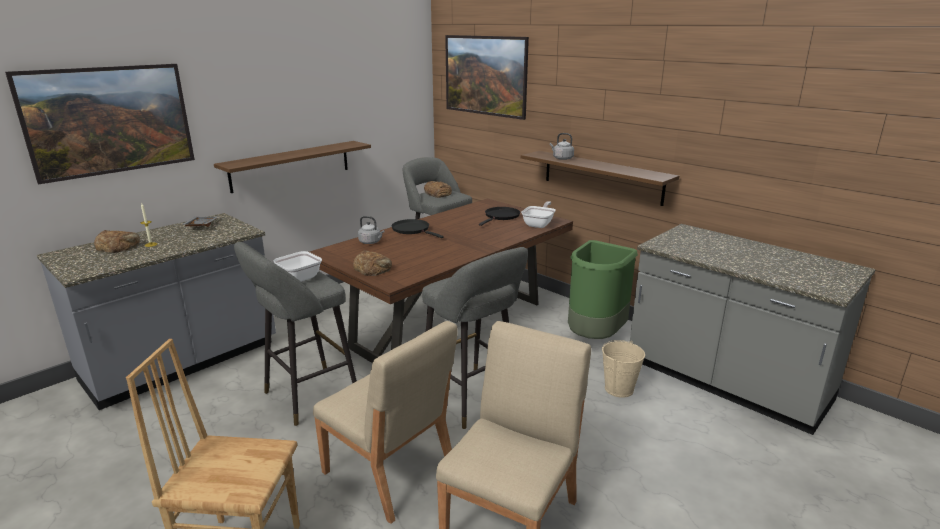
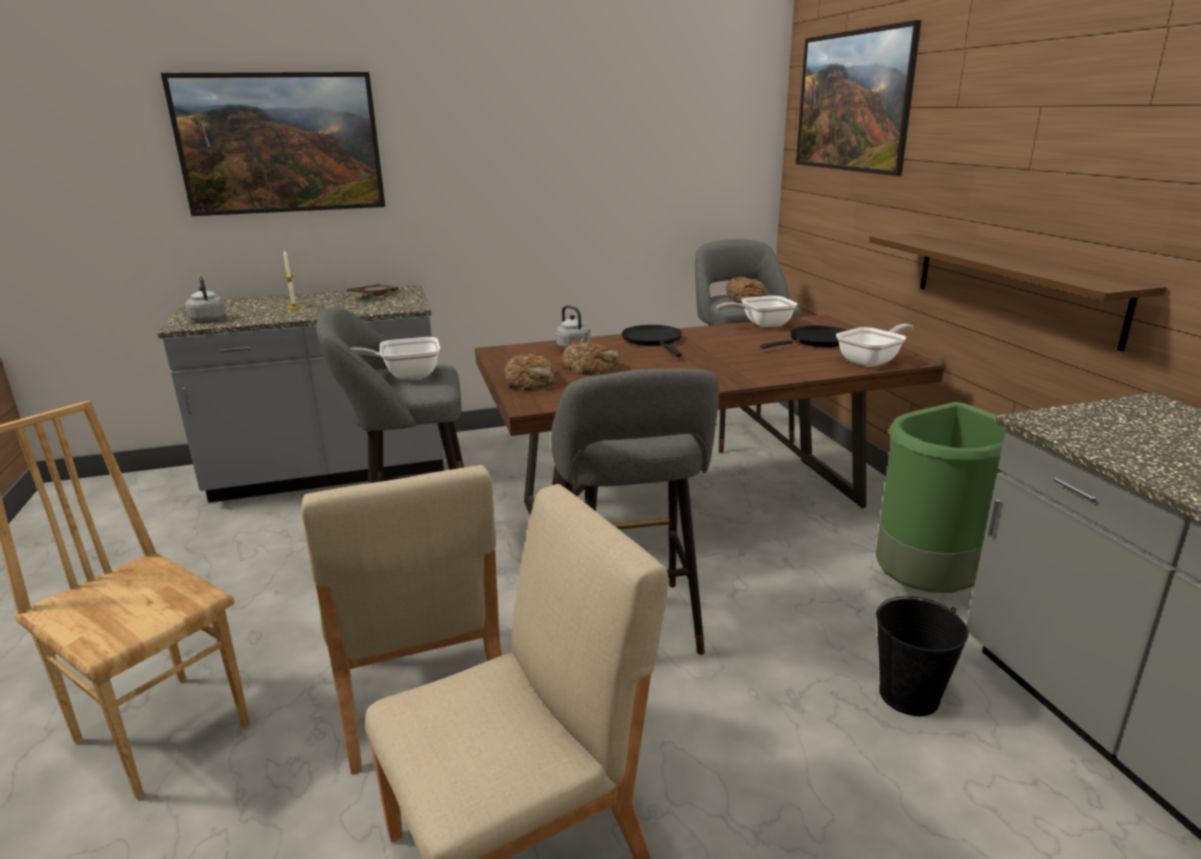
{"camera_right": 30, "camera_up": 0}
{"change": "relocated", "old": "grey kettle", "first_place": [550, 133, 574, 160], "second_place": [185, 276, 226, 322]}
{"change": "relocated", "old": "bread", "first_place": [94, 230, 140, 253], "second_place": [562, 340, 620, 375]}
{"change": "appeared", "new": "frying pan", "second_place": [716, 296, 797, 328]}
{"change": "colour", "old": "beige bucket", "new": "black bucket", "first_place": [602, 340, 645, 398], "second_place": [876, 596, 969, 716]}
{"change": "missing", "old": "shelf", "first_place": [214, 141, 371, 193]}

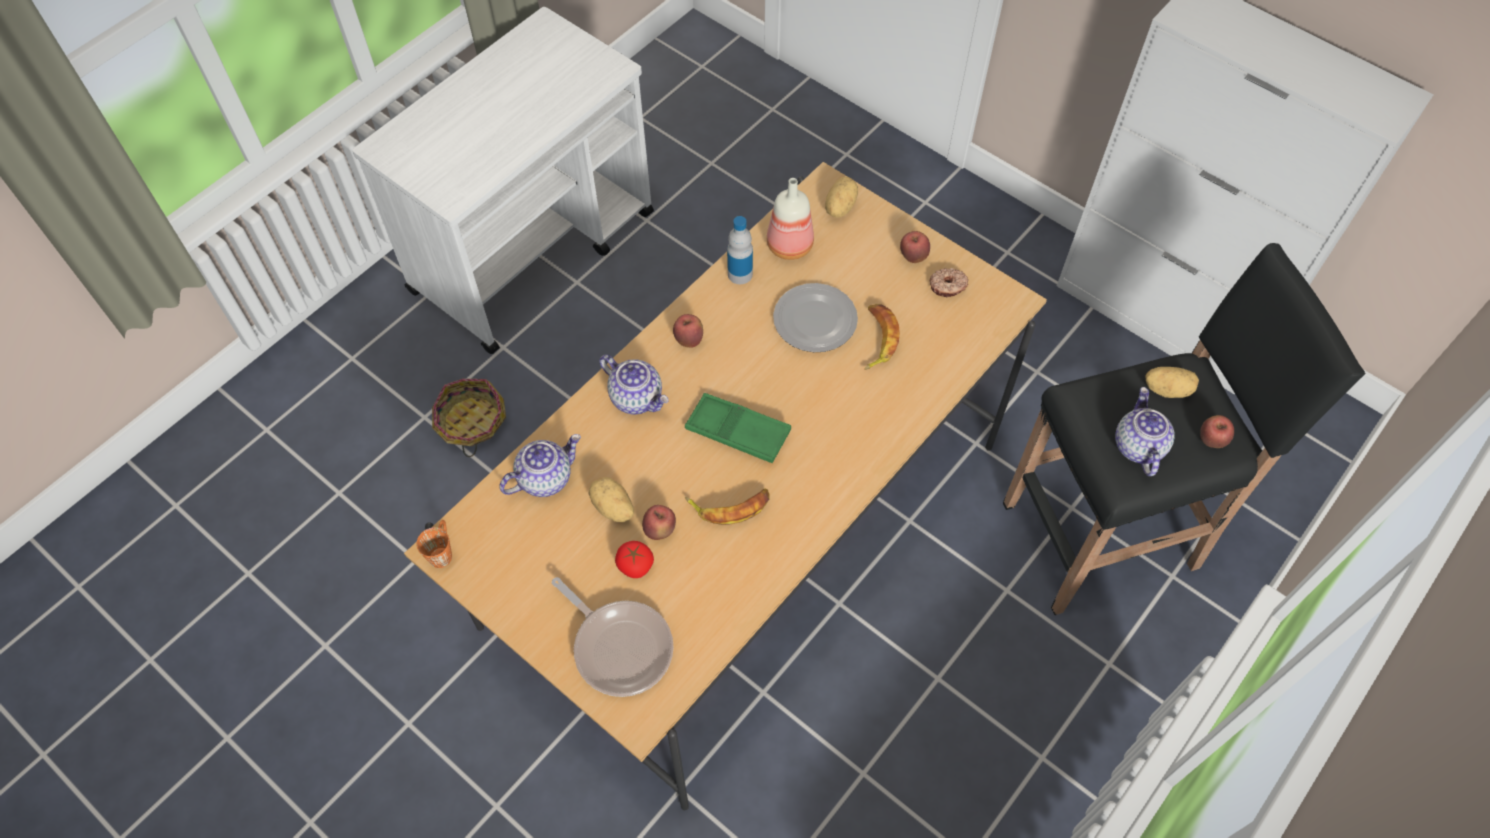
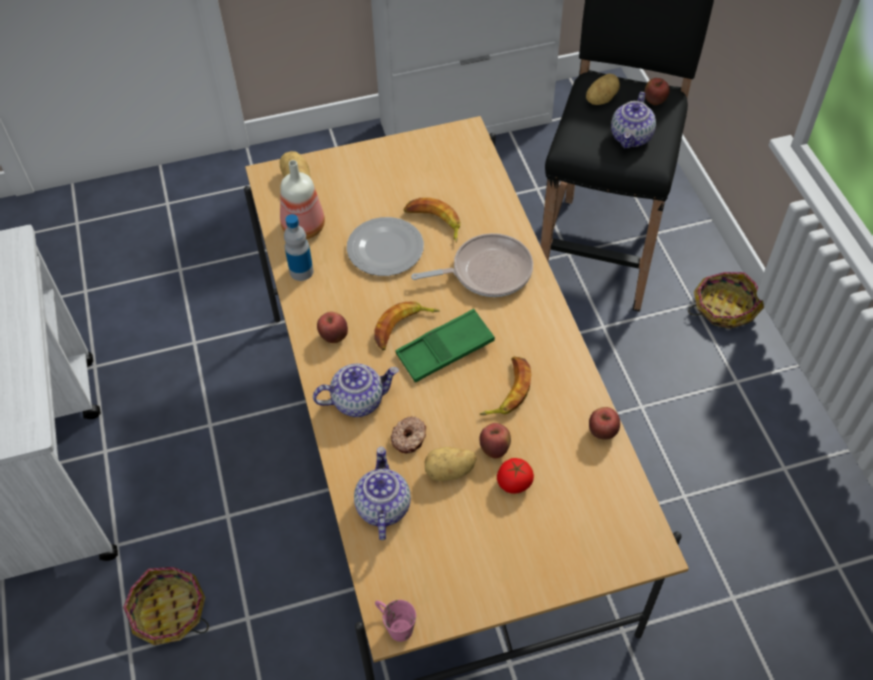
{"camera_right": -55, "camera_up": -5}
{"change": "appeared", "new": "banana", "second_place": [375, 301, 440, 350]}
{"change": "colour", "old": "orange mug", "new": "pink mug", "first_place": [416, 520, 452, 568], "second_place": [375, 600, 416, 642]}
{"change": "relocated", "old": "donut", "first_place": [930, 268, 968, 298], "second_place": [391, 416, 426, 453]}
{"change": "relocated", "old": "frying pan", "first_place": [552, 577, 674, 697], "second_place": [411, 233, 533, 297]}
{"change": "relocated", "old": "apple", "first_place": [900, 231, 930, 263], "second_place": [589, 407, 620, 440]}
{"change": "spun", "old": "teapot", "first_place": [1115, 387, 1175, 476], "second_place": [611, 92, 656, 148], "degrees": -105}
{"change": "appeared", "new": "basket", "second_place": [688, 272, 764, 329]}

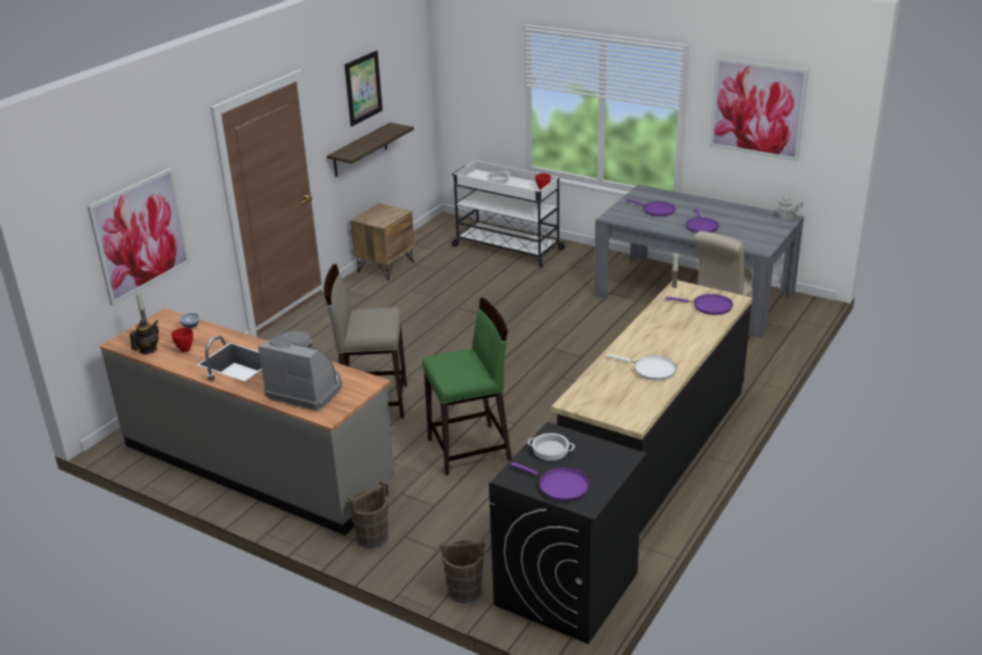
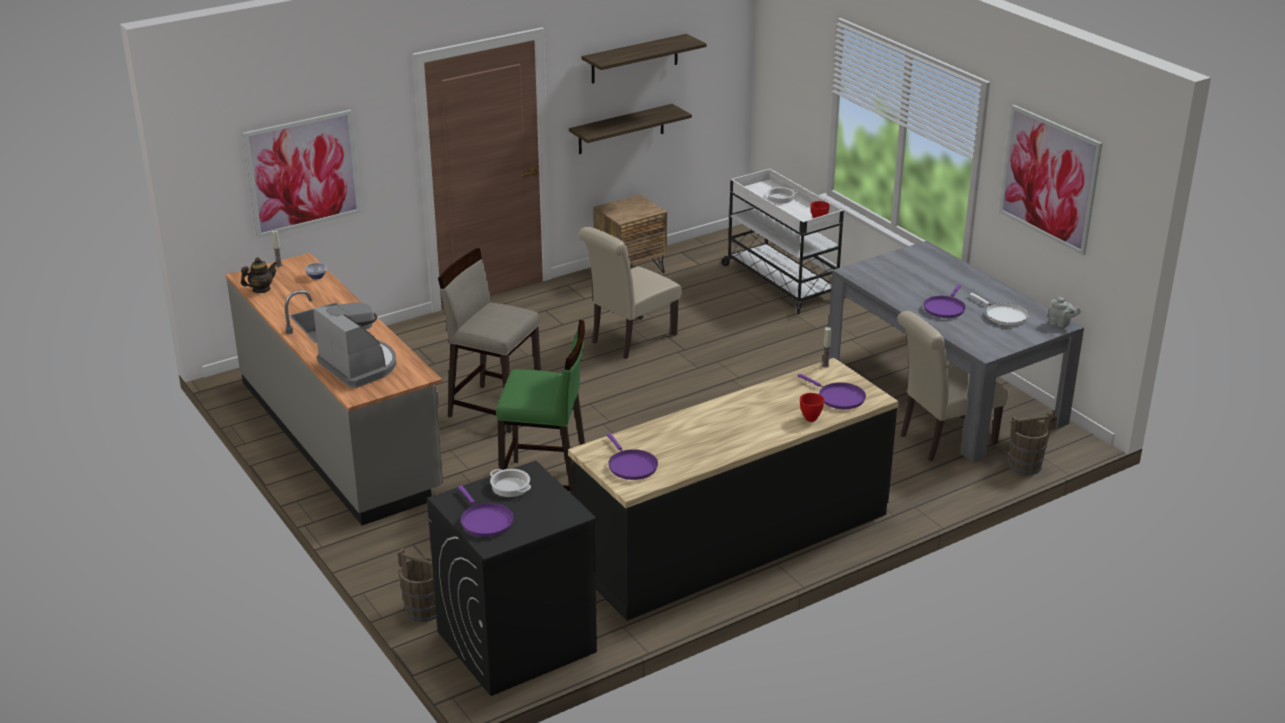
{"camera_right": 25, "camera_up": 0}
{"change": "appeared", "new": "beige chair", "second_place": [578, 227, 682, 359]}
{"change": "exchanged", "old": "picture", "new": "shelf", "first_place": [344, 50, 383, 126], "second_place": [582, 34, 707, 84]}
{"change": "relocated", "old": "purple frying pan", "first_place": [625, 199, 676, 217], "second_place": [607, 433, 658, 480]}
{"change": "relocated", "old": "red bowl", "first_place": [171, 327, 193, 352], "second_place": [800, 393, 825, 422]}
{"change": "relocated", "old": "white frying pan", "first_place": [607, 354, 677, 380], "second_place": [970, 293, 1029, 325]}
{"change": "relocated", "old": "brown bucket", "first_place": [348, 480, 388, 548], "second_place": [1009, 411, 1052, 475]}

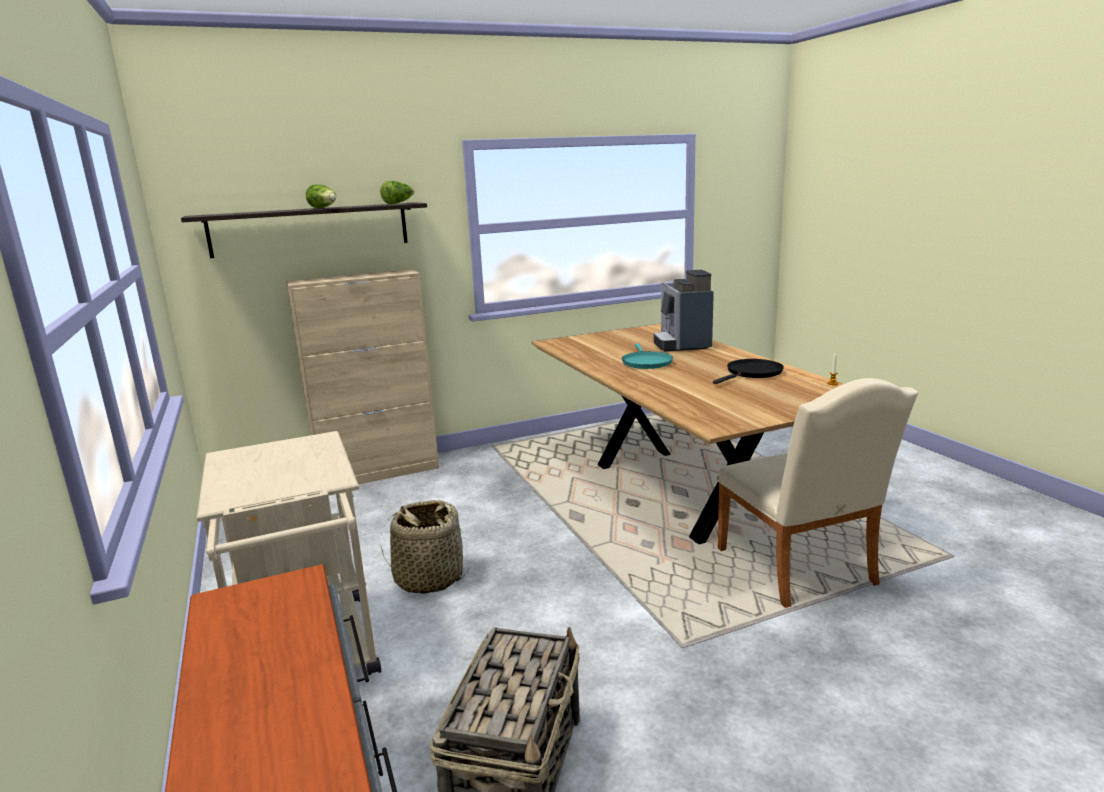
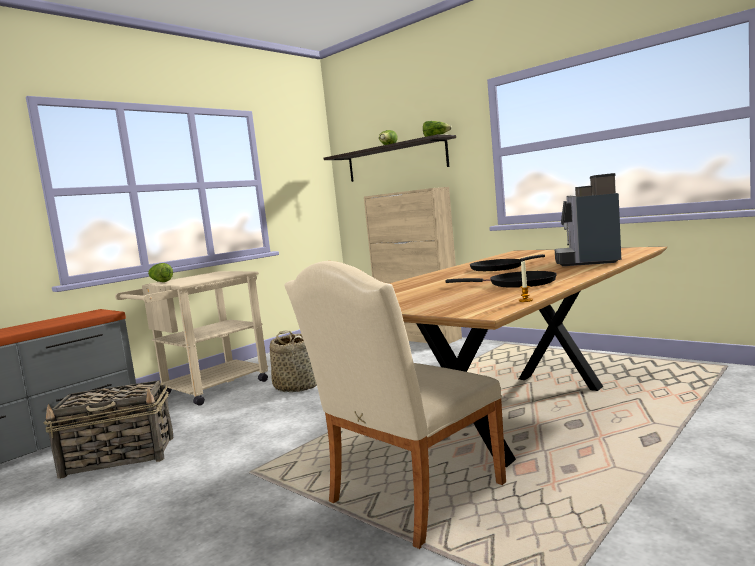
{"camera_right": 65, "camera_up": -10}
{"change": "appeared", "new": "lettuce", "second_place": [148, 263, 173, 282]}
{"change": "colour", "old": "turquoise frying pan", "new": "black frying pan", "first_place": [622, 343, 673, 369], "second_place": [470, 254, 545, 271]}
{"change": "spun", "old": "coffee machine", "first_place": [654, 270, 714, 352], "second_place": [555, 173, 621, 266], "degrees": -45}

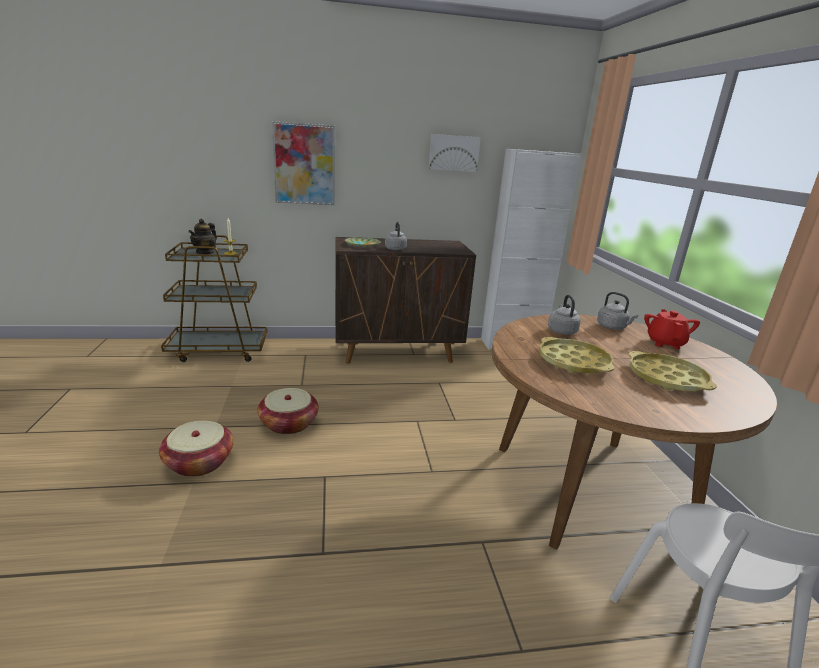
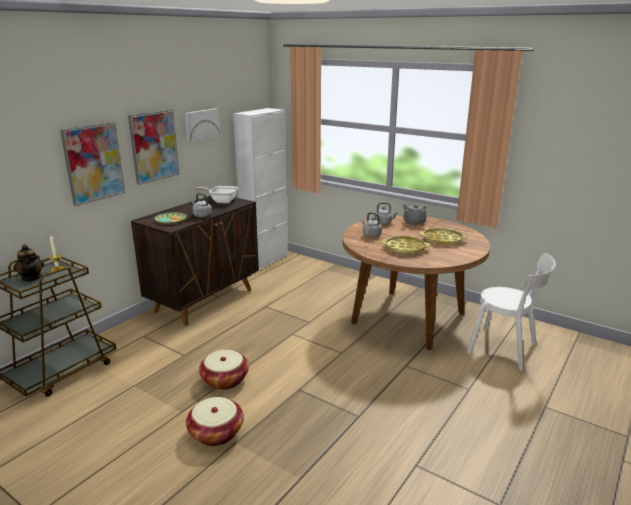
{"camera_right": -45, "camera_up": 0}
{"change": "appeared", "new": "picture", "second_place": [128, 109, 180, 185]}
{"change": "appeared", "new": "frying pan", "second_place": [194, 186, 238, 203]}
{"change": "colour", "old": "red teapot", "new": "grey teapot", "first_place": [644, 309, 700, 349], "second_place": [403, 204, 427, 226]}

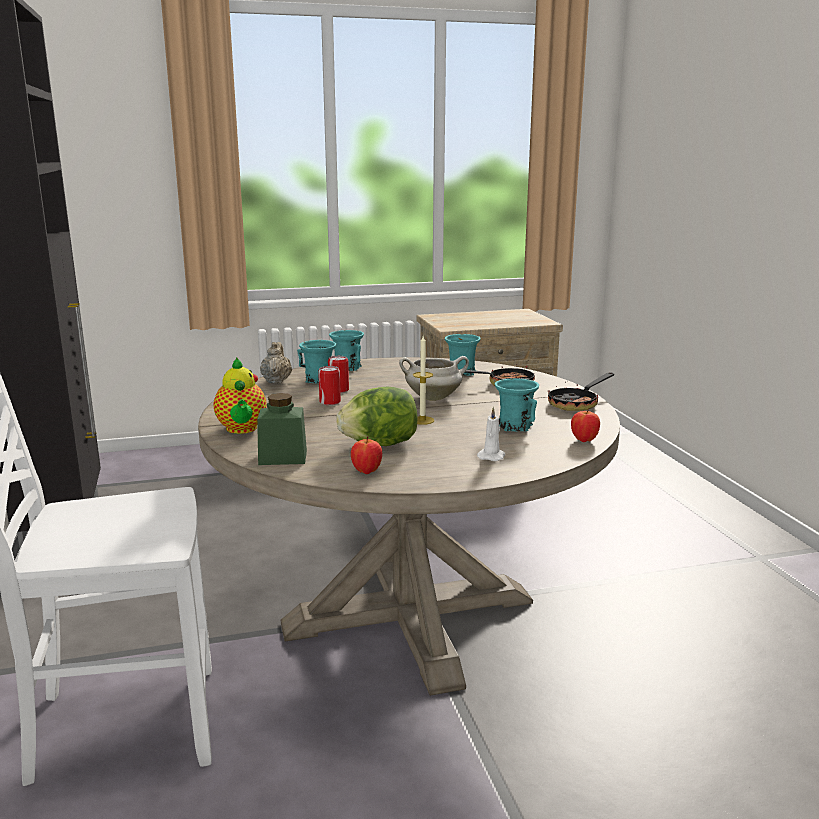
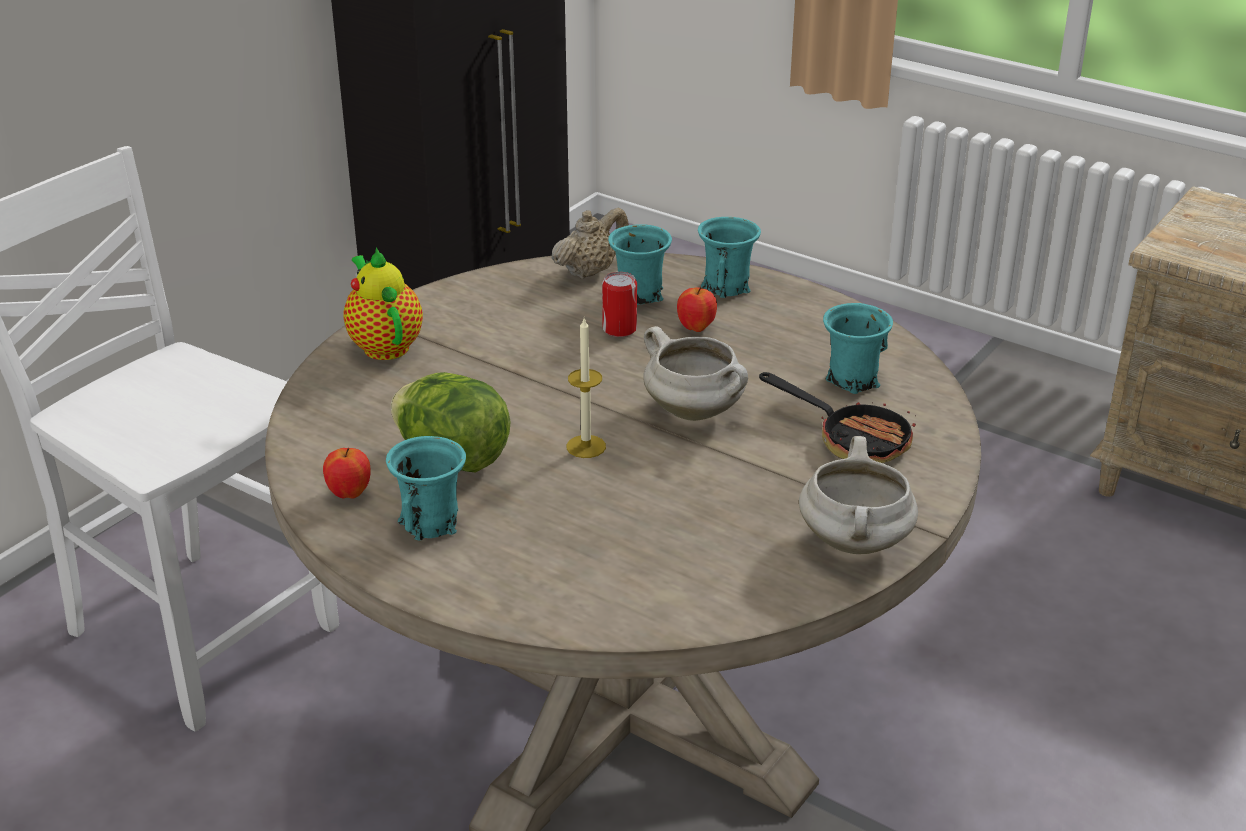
{"camera_right": 50, "camera_up": 15}
{"change": "spun", "old": "teapot", "first_place": [214, 357, 267, 434], "second_place": [343, 247, 423, 360], "degrees": 120}
{"change": "relocated", "old": "turquoise mug", "first_place": [495, 378, 539, 431], "second_place": [386, 436, 466, 540]}
{"change": "relocated", "old": "apple", "first_place": [571, 408, 600, 442], "second_place": [677, 287, 717, 332]}
{"change": "exchanged", "old": "frying pan", "new": "white cooking pot", "first_place": [548, 372, 614, 411], "second_place": [799, 436, 918, 554]}
{"change": "missing", "old": "green jar", "first_place": [257, 393, 307, 465]}
{"change": "missing", "old": "can", "first_place": [318, 366, 341, 405]}
{"change": "missing", "old": "white candle", "first_place": [477, 406, 505, 461]}

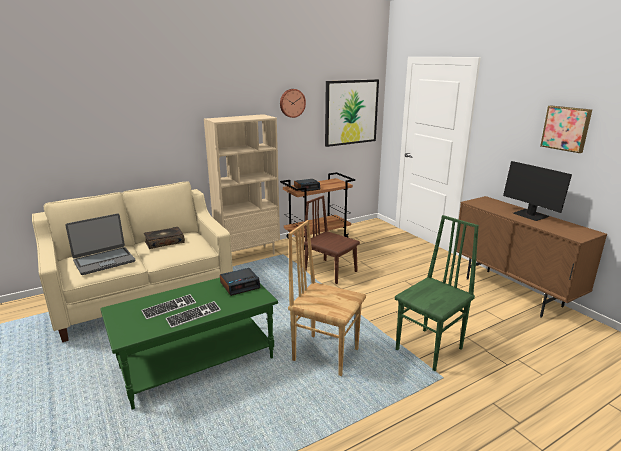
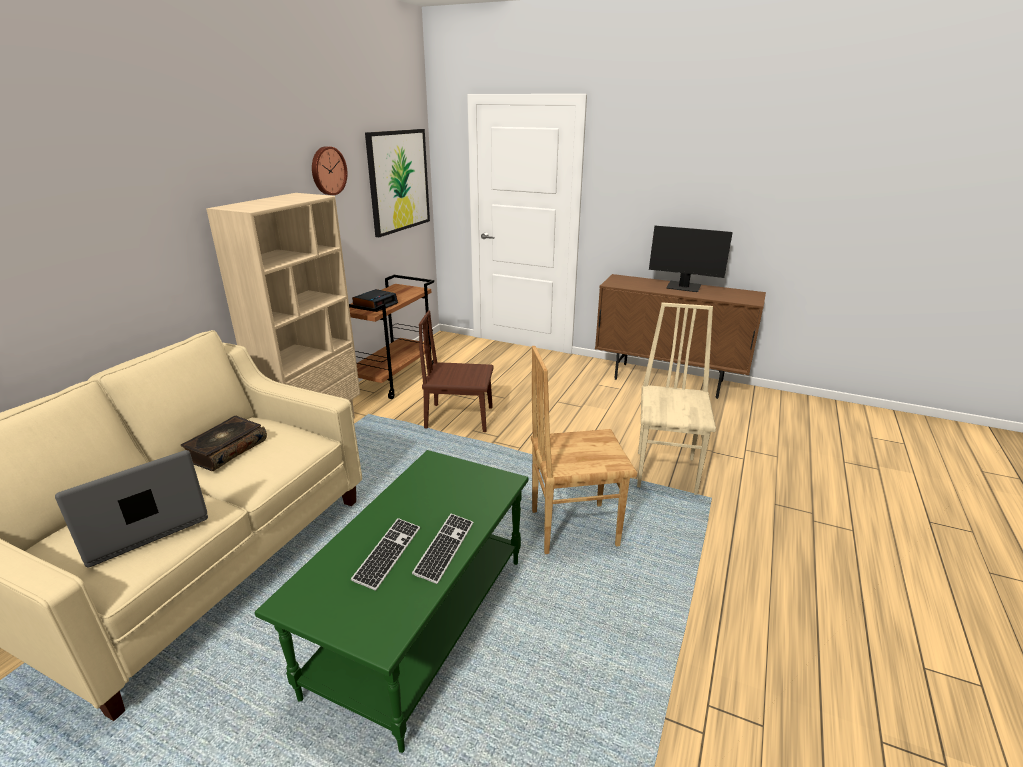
{"camera_right": -35, "camera_up": 5}
{"change": "spun", "old": "laptop", "first_place": [65, 214, 135, 275], "second_place": [55, 450, 208, 567], "degrees": -150}
{"change": "colour", "old": "green chair", "new": "beige chair", "first_place": [395, 215, 479, 371], "second_place": [637, 302, 716, 495]}
{"change": "missing", "old": "alarm clock", "first_place": [220, 268, 260, 296]}
{"change": "missing", "old": "picture", "first_place": [540, 106, 592, 153]}

